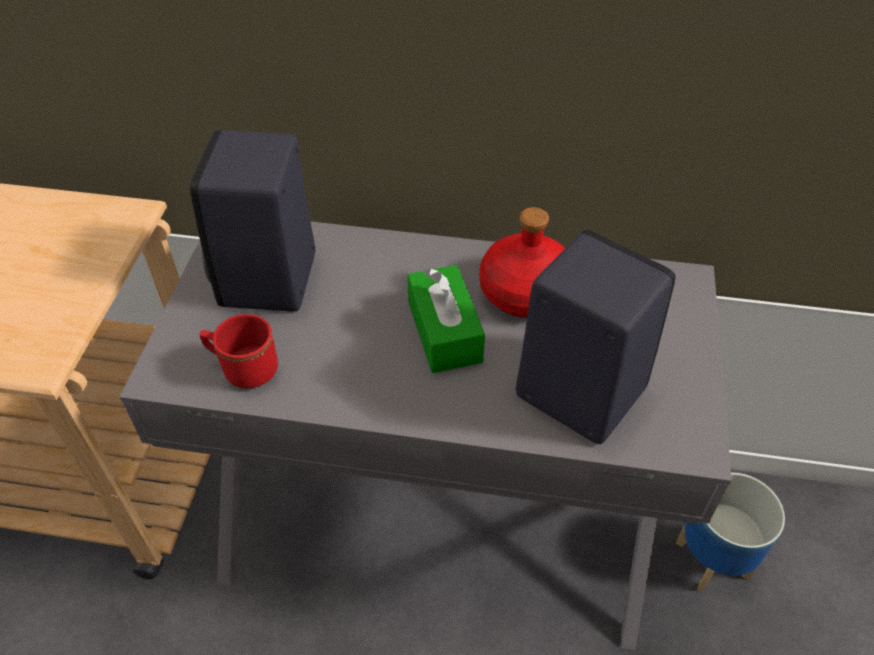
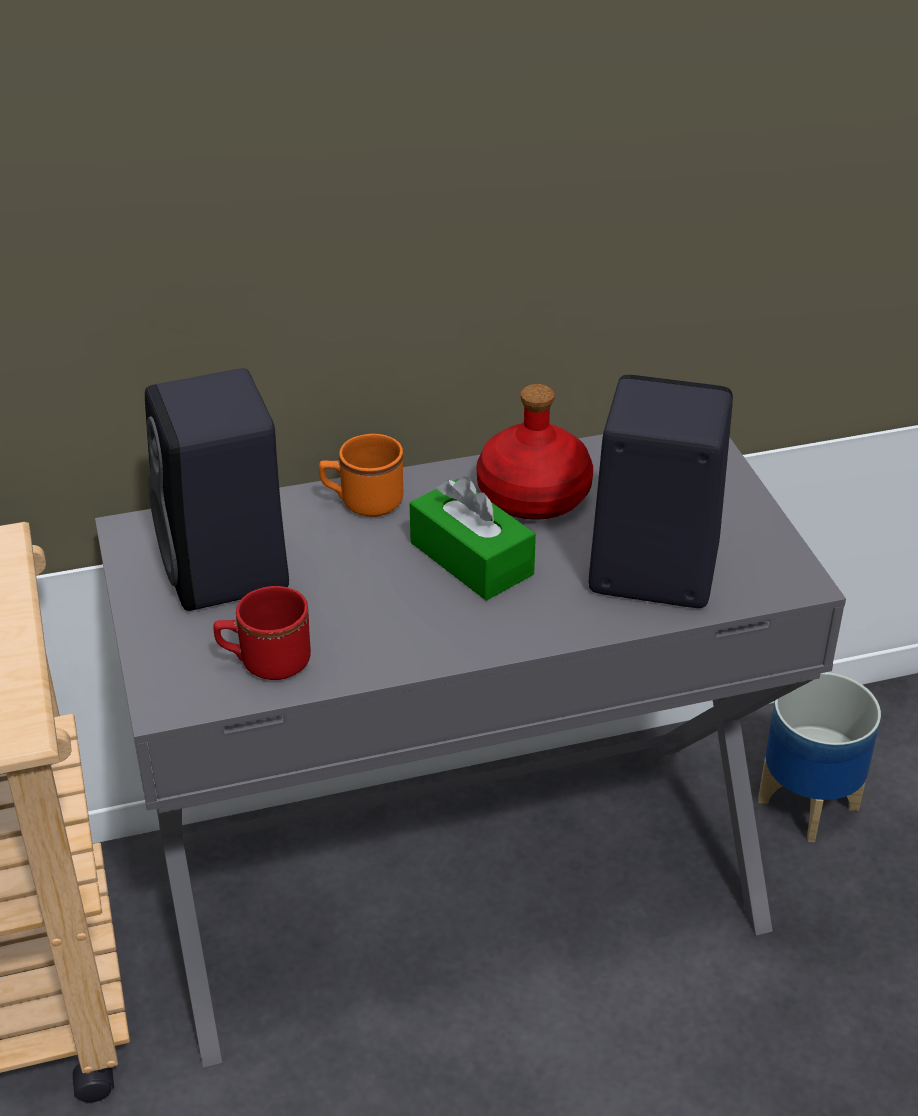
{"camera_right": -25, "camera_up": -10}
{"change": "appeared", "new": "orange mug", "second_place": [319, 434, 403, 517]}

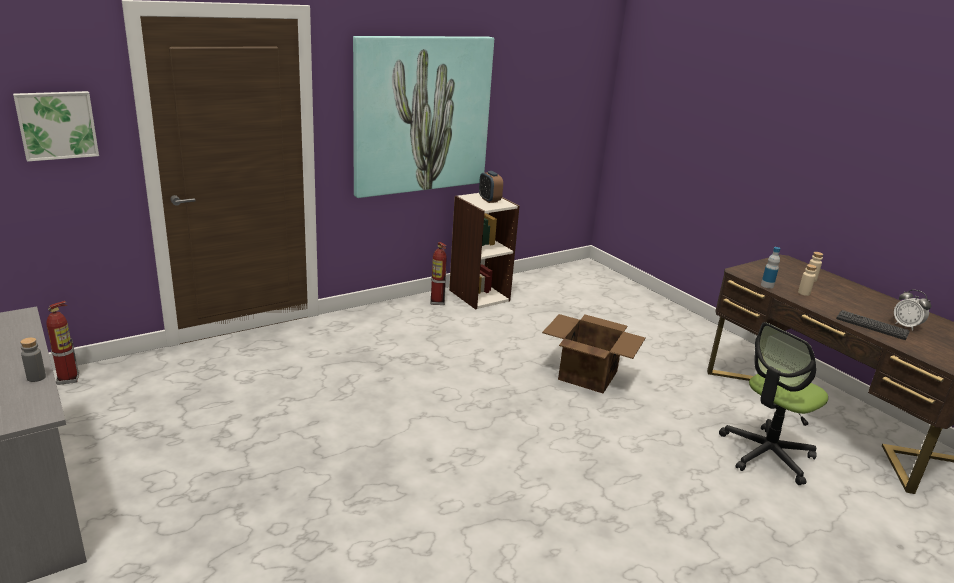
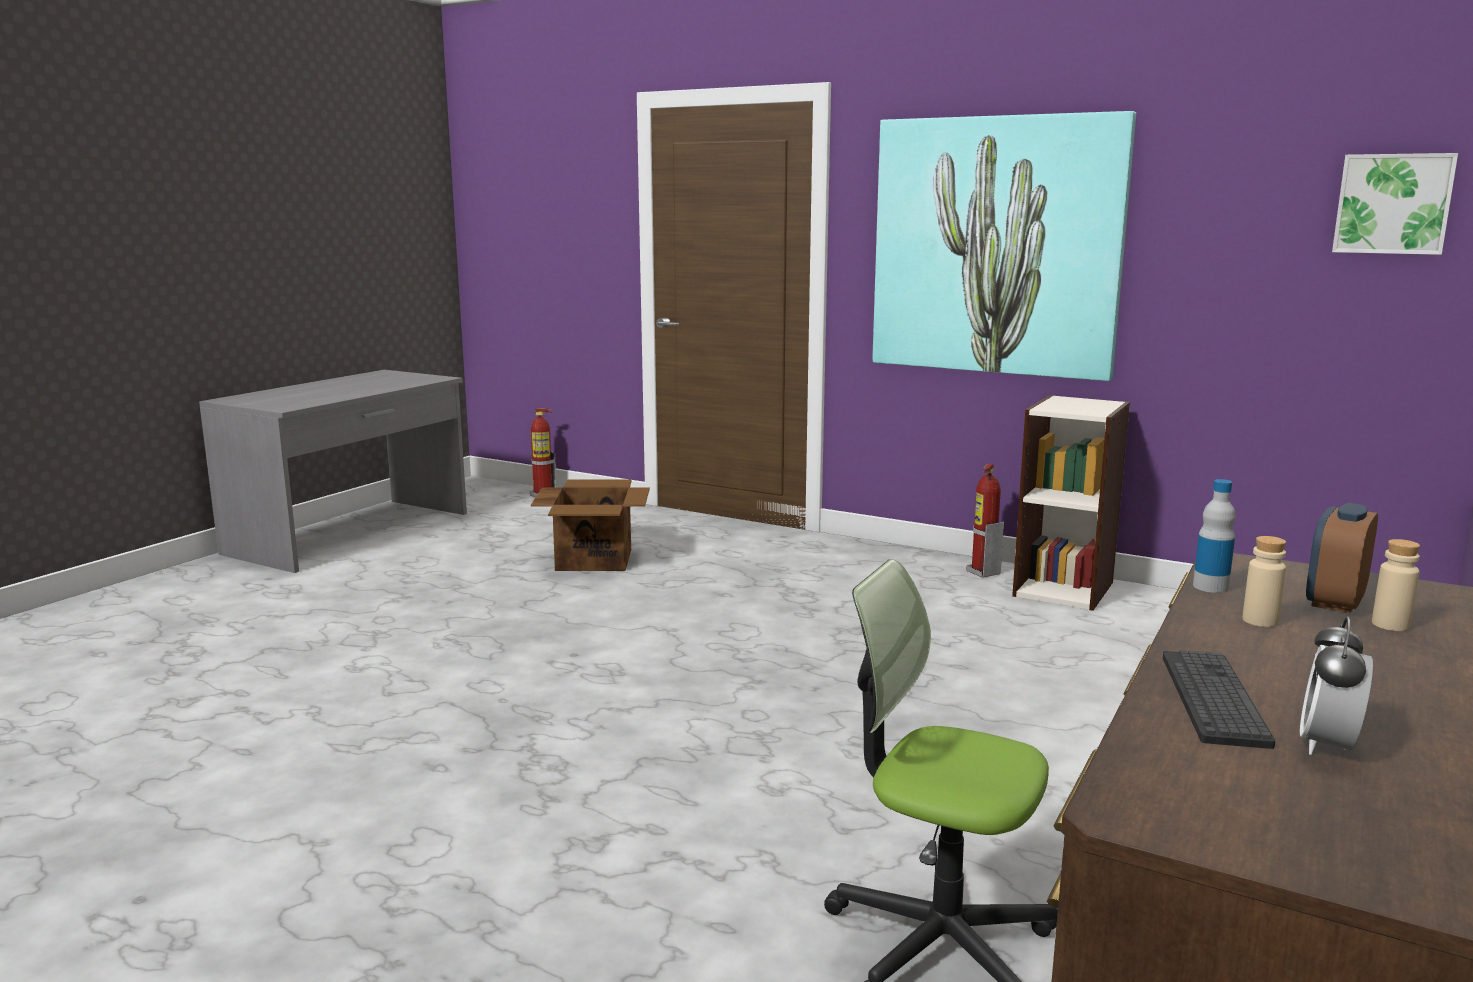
{"camera_right": 65, "camera_up": -10}
{"change": "relocated", "old": "cardboard box", "first_place": [542, 314, 646, 393], "second_place": [531, 480, 650, 571]}
{"change": "relocated", "old": "alarm clock", "first_place": [479, 171, 503, 203], "second_place": [1306, 503, 1378, 614]}
{"change": "relocated", "old": "picture", "first_place": [13, 91, 99, 162], "second_place": [1332, 153, 1458, 255]}
{"change": "missing", "old": "grey bottle", "first_place": [20, 337, 46, 382]}

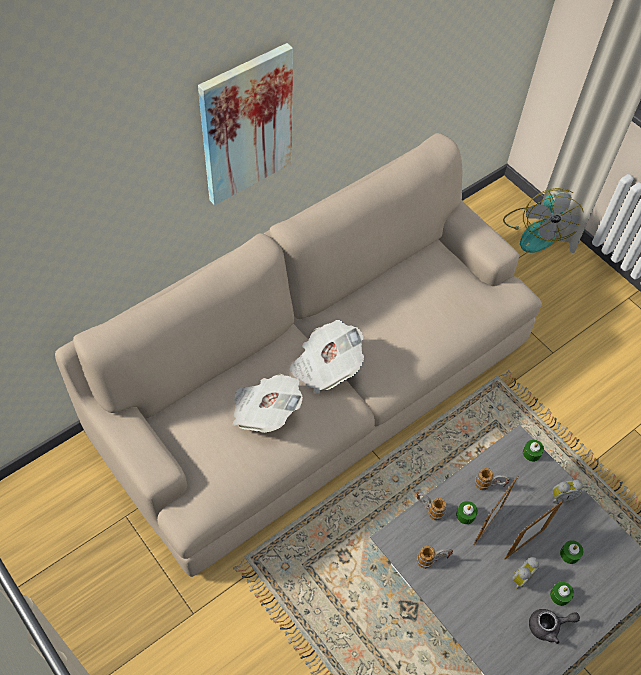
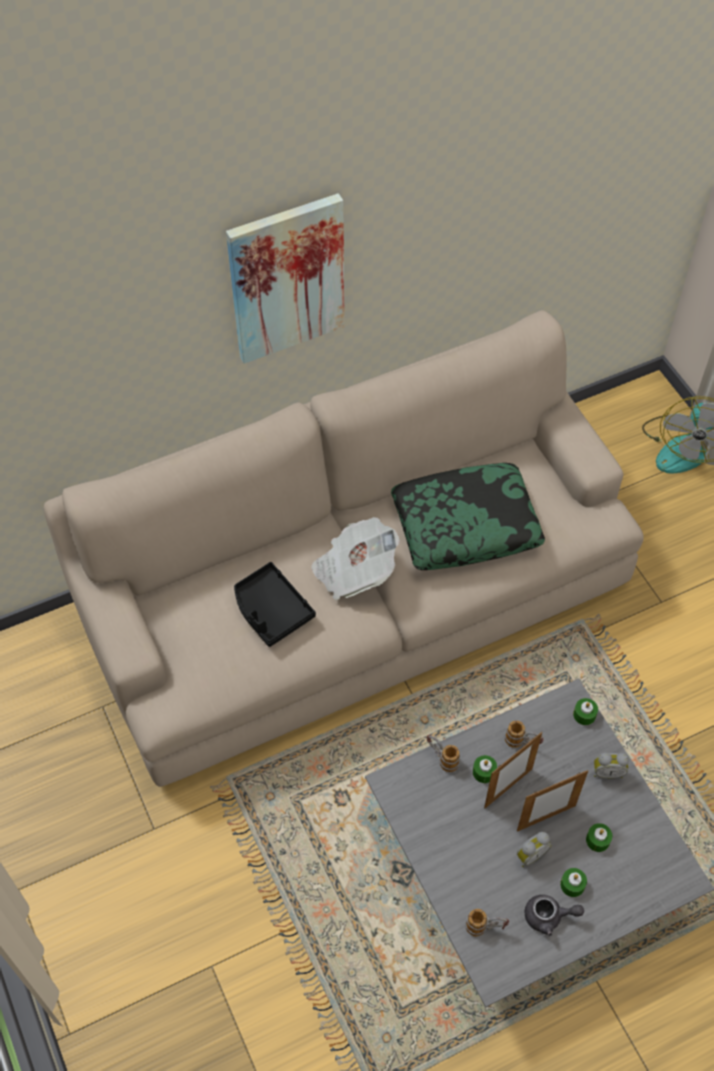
{"camera_right": 15, "camera_up": 0}
{"change": "exchanged", "old": "newspaper", "new": "black tray", "first_place": [233, 374, 303, 433], "second_place": [234, 562, 316, 647]}
{"change": "appeared", "new": "pillow", "second_place": [391, 463, 545, 570]}
{"change": "relocated", "old": "mug", "first_place": [417, 546, 453, 569], "second_place": [465, 908, 509, 937]}

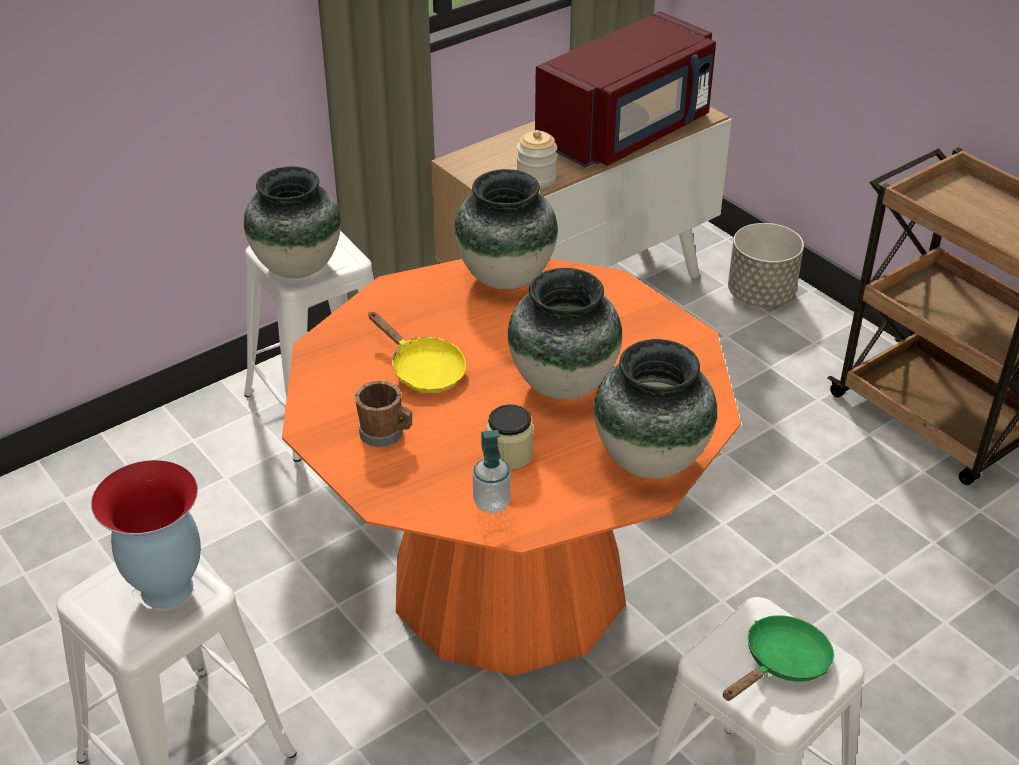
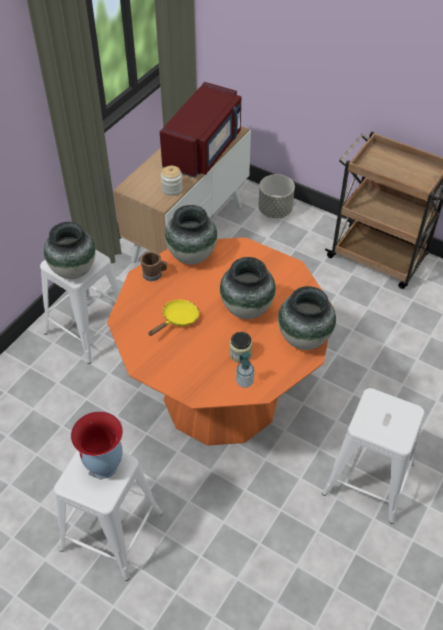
{"camera_right": -20, "camera_up": 10}
{"change": "relocated", "old": "brown mug", "first_place": [355, 381, 412, 448], "second_place": [140, 251, 167, 281]}
{"change": "spun", "old": "yellow frying pan", "first_place": [368, 312, 466, 393], "second_place": [148, 300, 199, 336], "degrees": -75}
{"change": "missing", "old": "green frying pan", "first_place": [723, 615, 834, 701]}

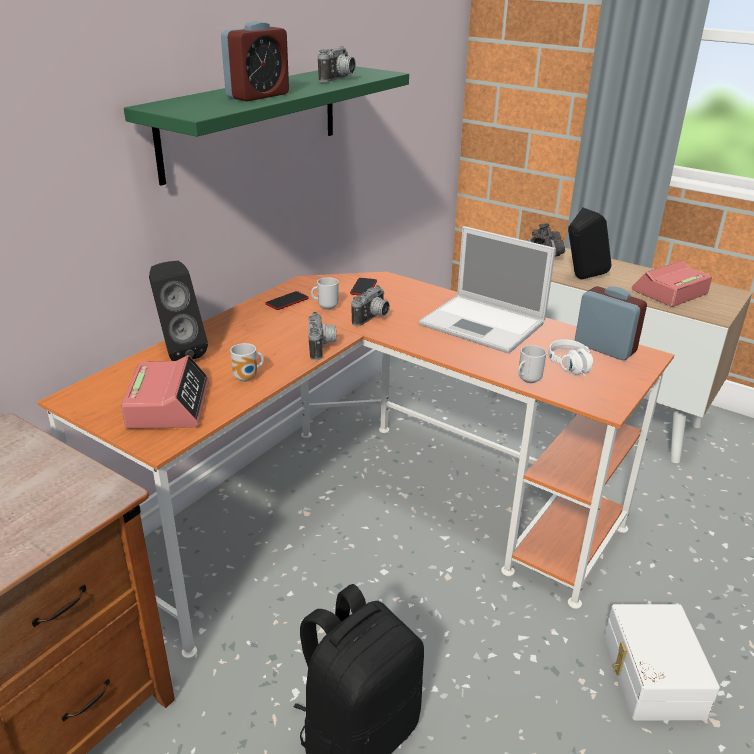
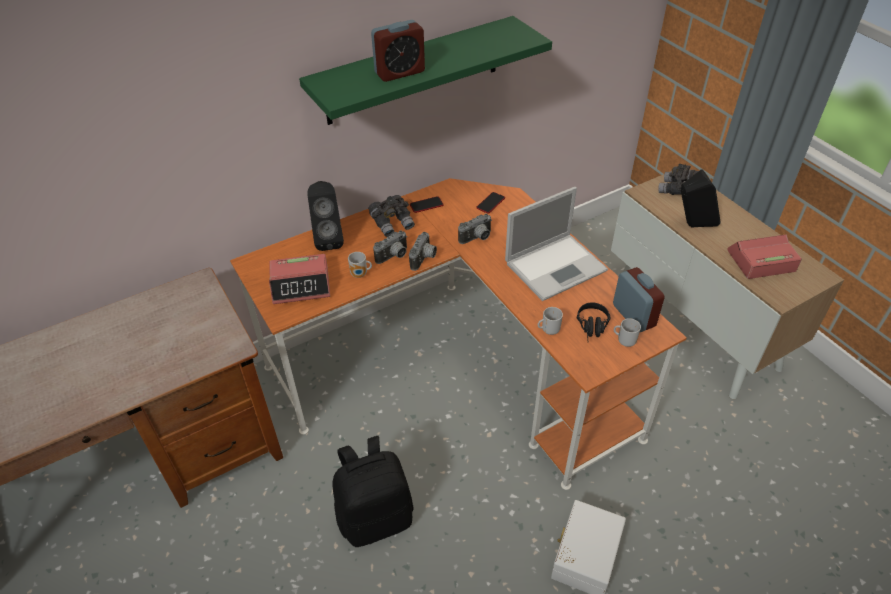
{"camera_right": 25, "camera_up": 15}
{"change": "spun", "old": "alarm clock", "first_place": [121, 355, 209, 429], "second_place": [269, 254, 330, 304], "degrees": 60}
{"change": "appeared", "new": "grey binoculars", "second_place": [368, 195, 415, 237]}
{"change": "relocated", "old": "photo camera", "first_place": [318, 46, 356, 82], "second_place": [373, 230, 407, 264]}
{"change": "spun", "old": "laptop", "first_place": [419, 226, 556, 354], "second_place": [505, 187, 608, 301], "degrees": -90}
{"change": "colour", "old": "white headphones", "new": "black headphones", "first_place": [548, 339, 593, 376], "second_place": [577, 302, 611, 339]}
{"change": "relocated", "old": "mug", "first_place": [311, 277, 339, 310], "second_place": [614, 318, 641, 347]}

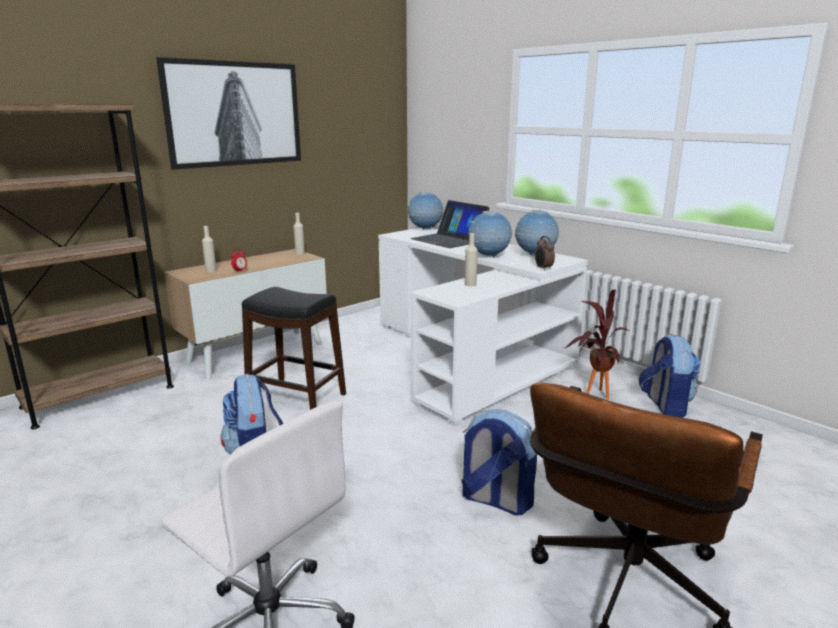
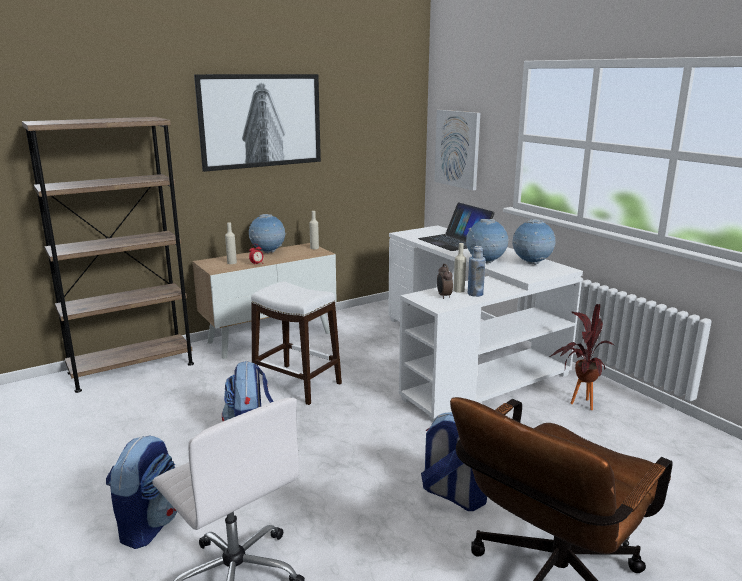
{"camera_right": 10, "camera_up": 0}
{"change": "relocated", "old": "backpack", "first_place": [638, 334, 700, 418], "second_place": [106, 435, 177, 549]}
{"change": "relocated", "old": "globe", "first_place": [408, 192, 443, 230], "second_place": [249, 214, 286, 253]}
{"change": "colour", "old": "black stool", "new": "white stool", "first_place": [242, 287, 346, 410], "second_place": [251, 281, 342, 405]}
{"change": "appeared", "new": "picture", "second_place": [434, 110, 480, 190]}
{"change": "relocated", "old": "alarm clock", "first_place": [535, 236, 555, 271], "second_place": [437, 264, 453, 299]}
{"change": "appeared", "new": "blue bottle", "second_place": [468, 246, 486, 297]}

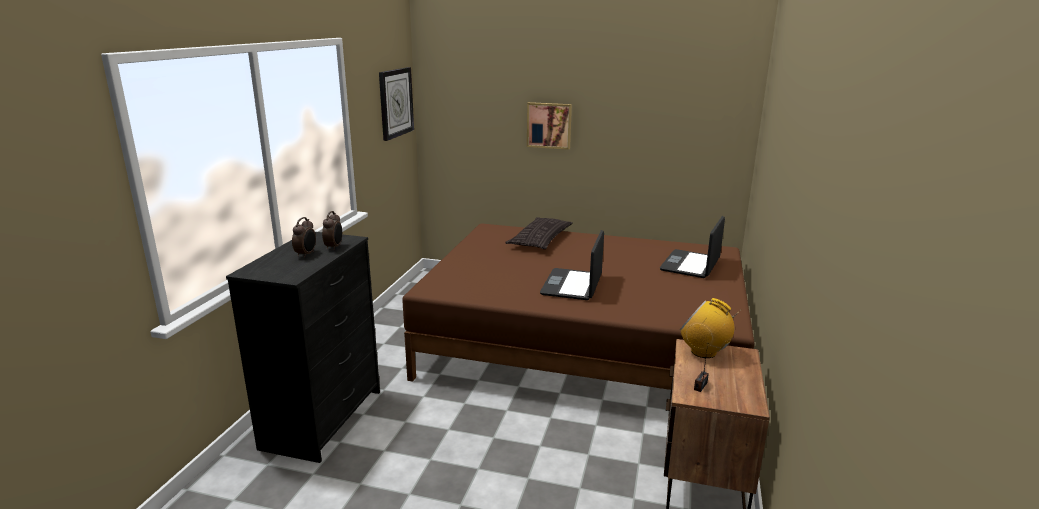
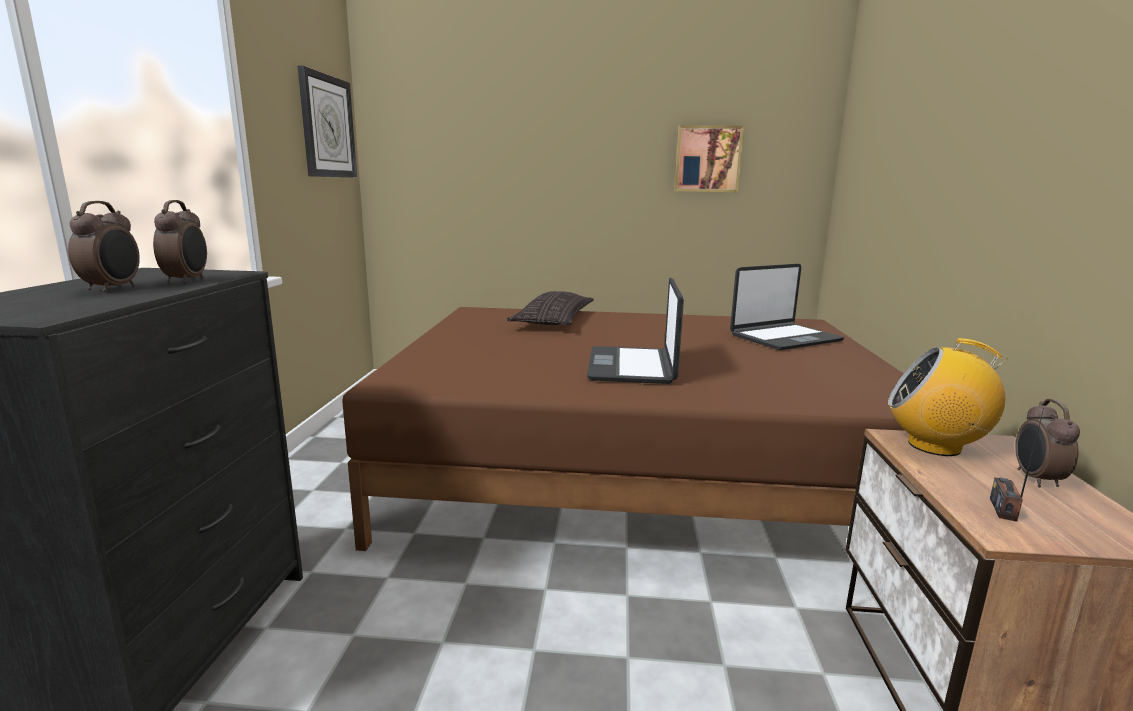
{"camera_right": -10, "camera_up": -5}
{"change": "relocated", "old": "picture", "first_place": [527, 102, 572, 150], "second_place": [674, 125, 744, 192]}
{"change": "spun", "old": "laptop", "first_place": [660, 216, 725, 278], "second_place": [730, 264, 845, 350], "degrees": -135}
{"change": "appeared", "new": "alarm clock", "second_place": [1015, 399, 1080, 487]}

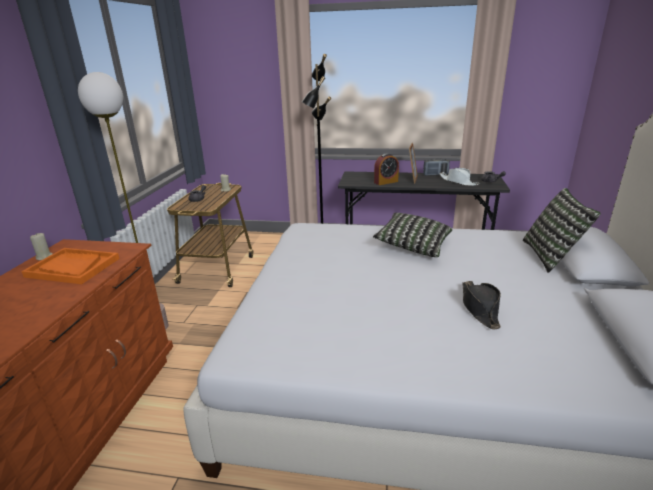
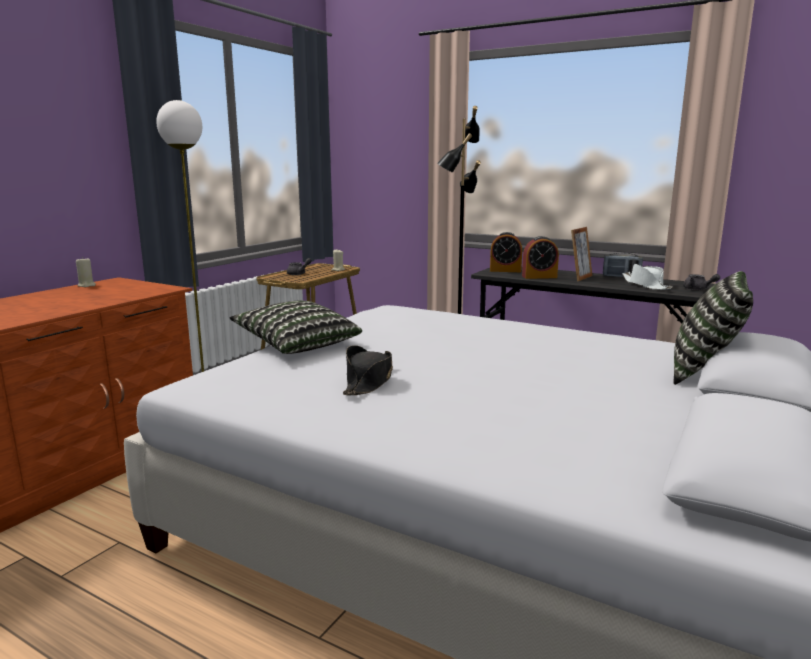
{"camera_right": 20, "camera_up": -10}
{"change": "relocated", "old": "pillow", "first_place": [373, 213, 452, 257], "second_place": [229, 300, 362, 354]}
{"change": "relocated", "old": "black hat", "first_place": [463, 281, 501, 329], "second_place": [343, 345, 393, 395]}
{"change": "appeared", "new": "alarm clock", "second_place": [490, 232, 522, 272]}
{"change": "missing", "old": "orange tray", "first_place": [21, 248, 120, 284]}

